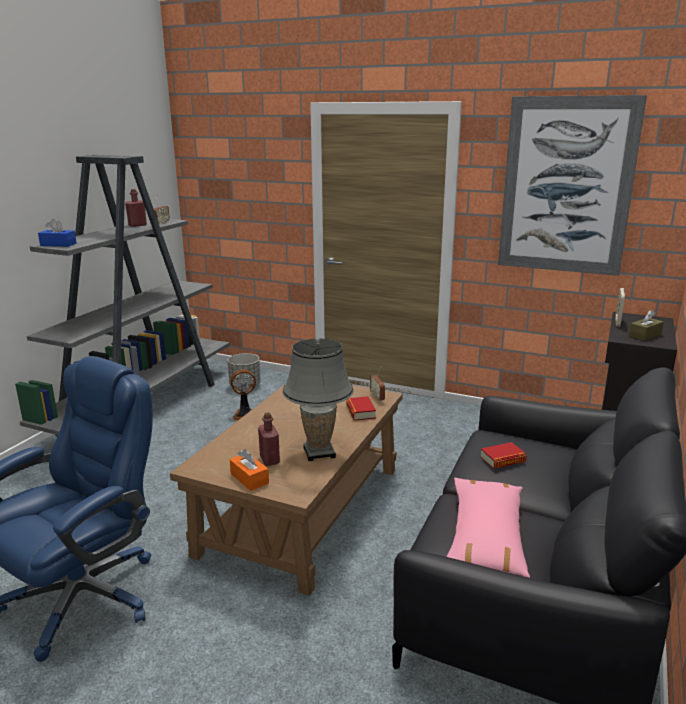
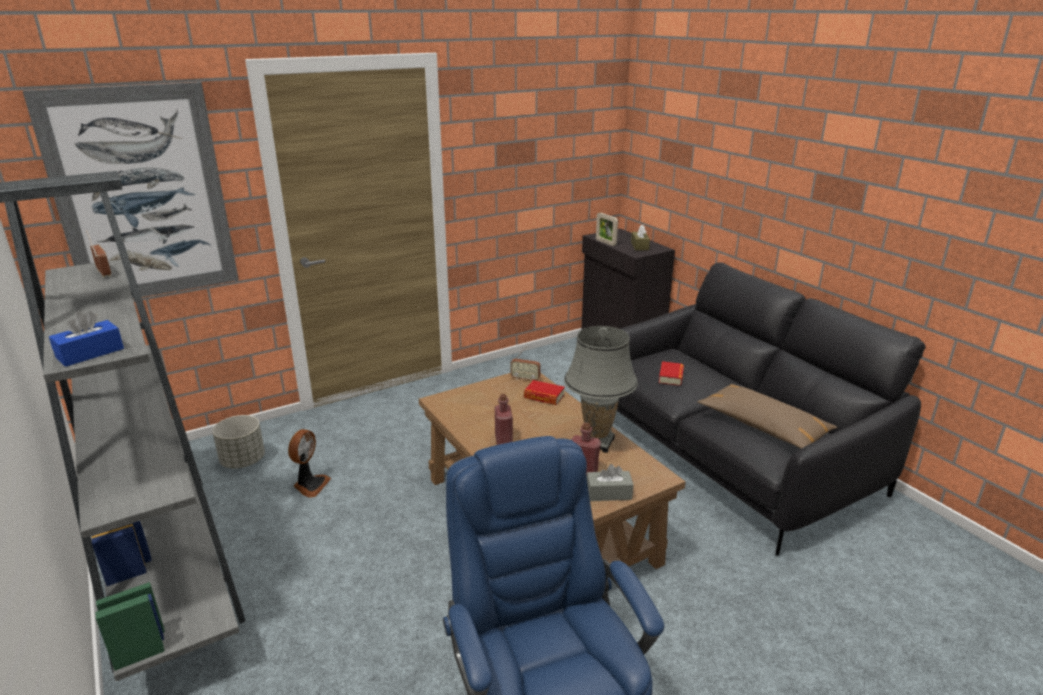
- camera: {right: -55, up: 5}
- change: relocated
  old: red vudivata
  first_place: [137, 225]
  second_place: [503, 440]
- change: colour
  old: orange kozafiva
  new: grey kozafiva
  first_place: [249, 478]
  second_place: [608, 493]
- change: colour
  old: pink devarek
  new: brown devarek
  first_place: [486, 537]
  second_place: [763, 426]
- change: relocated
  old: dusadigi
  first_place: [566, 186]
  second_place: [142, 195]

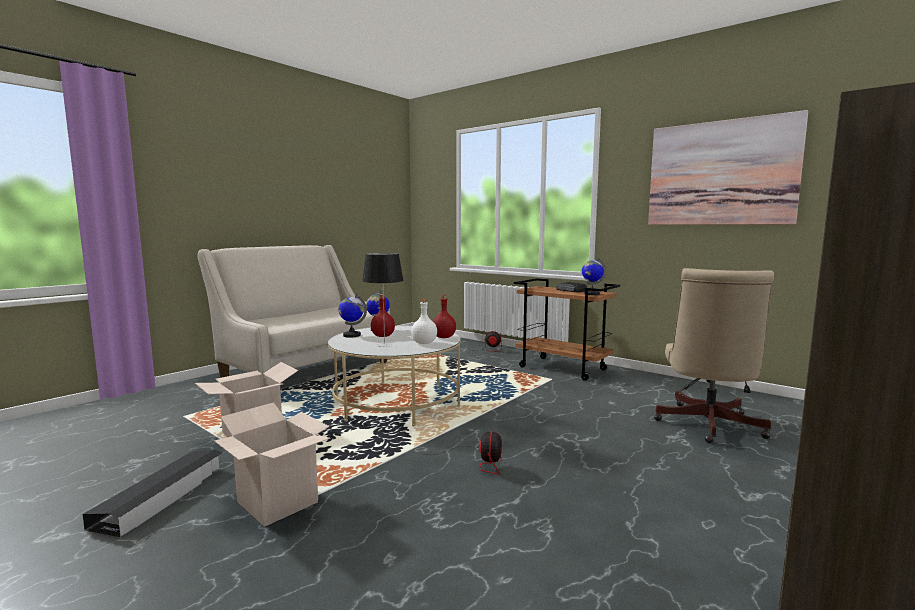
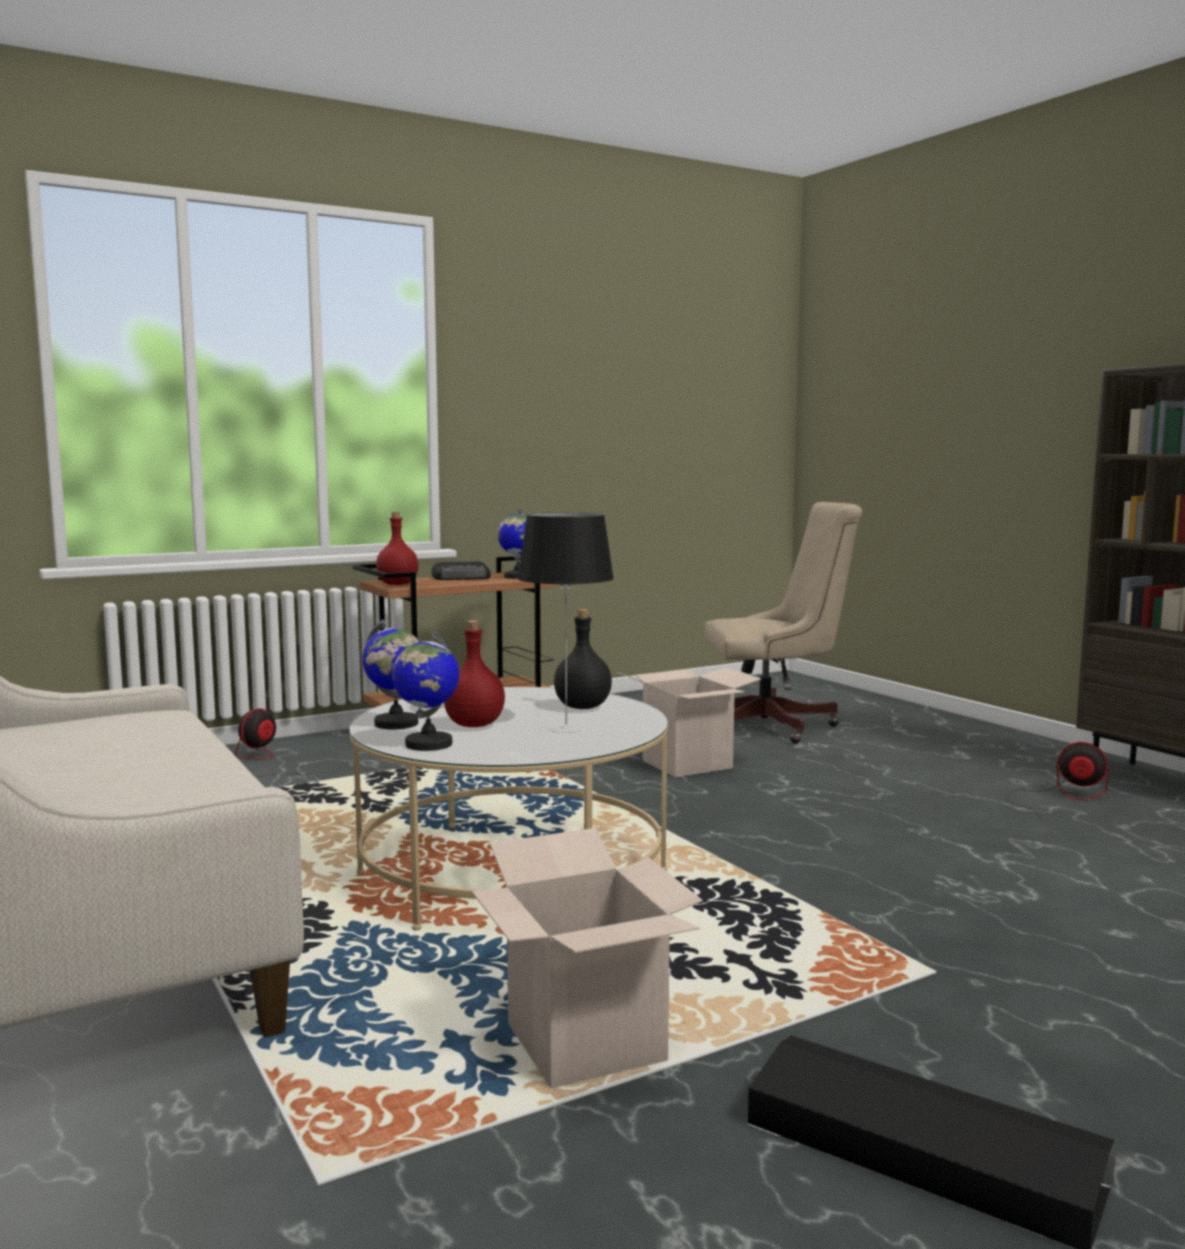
- camera: {right: -70, up: 0}
- change: relocated
  old: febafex
  first_place: [277, 502]
  second_place: [687, 764]
- change: colour
  old: white vudivata
  new: black vudivata
  first_place: [424, 343]
  second_place: [583, 707]
- change: relocated
  old: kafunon
  first_place: [479, 461]
  second_place: [1061, 797]
- change: relocated
  old: red vudivata
  first_place: [444, 337]
  second_place: [397, 584]
- change: missing
  old: dusadigi
  first_place: [720, 173]
- change: spun
  old: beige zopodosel
  first_place: [707, 426]
  second_place: [775, 726]
  degrees: -45

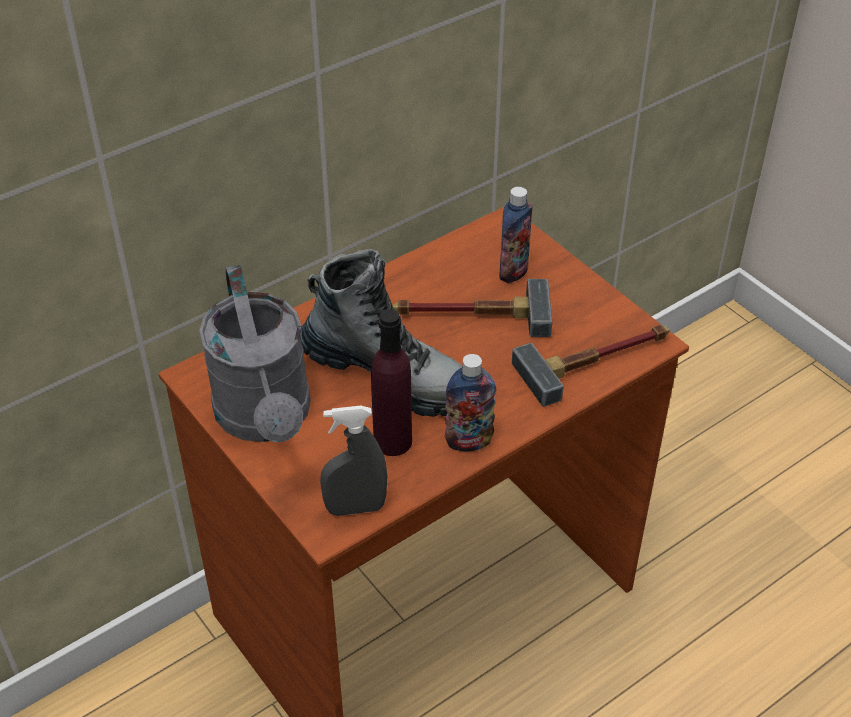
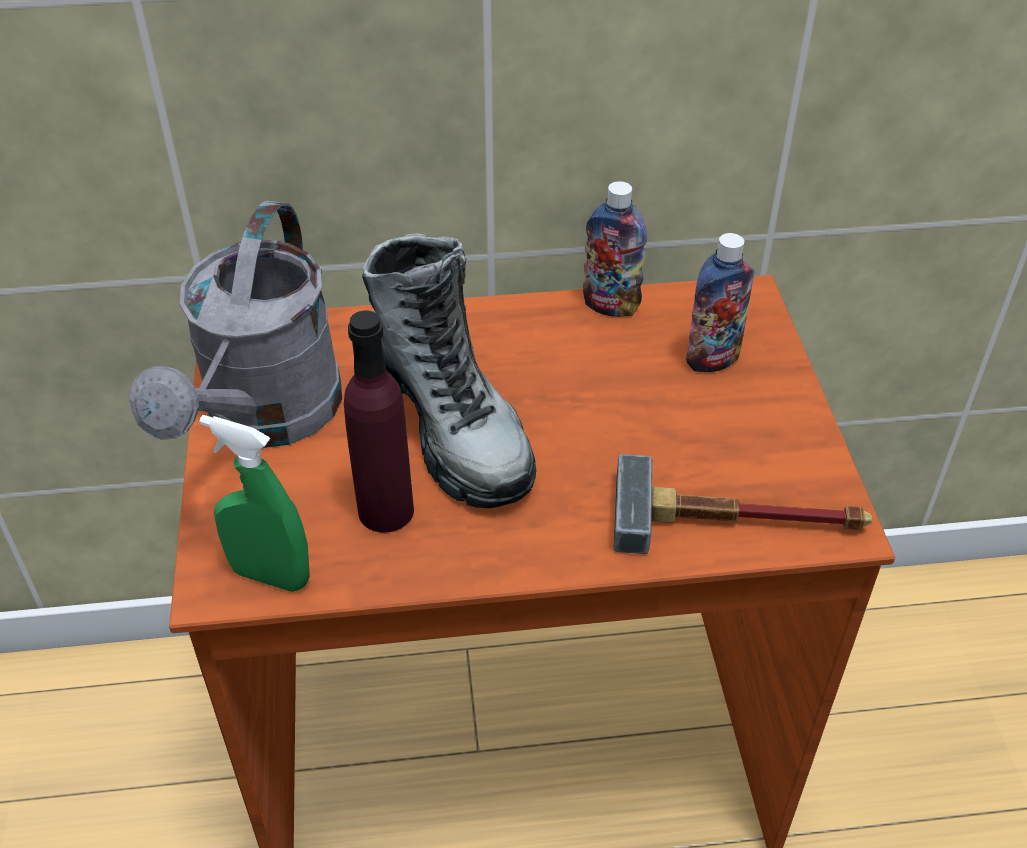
- camera: {right: 30, up: 0}
- change: colour
  old: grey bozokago
  new: green bozokago
  first_place: [355, 508]
  second_place: [270, 575]
- change: missing
  old: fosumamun
  first_place: [470, 315]
- change: relocated
  old: vudivata
  first_place: [469, 441]
  second_place: [611, 306]

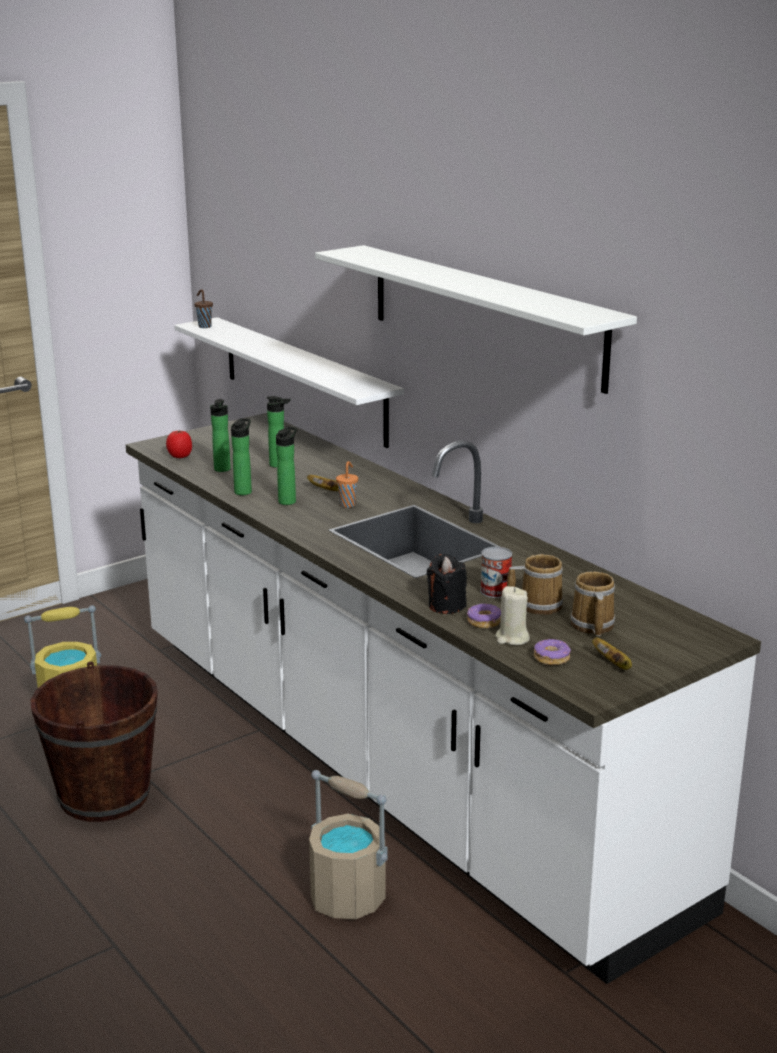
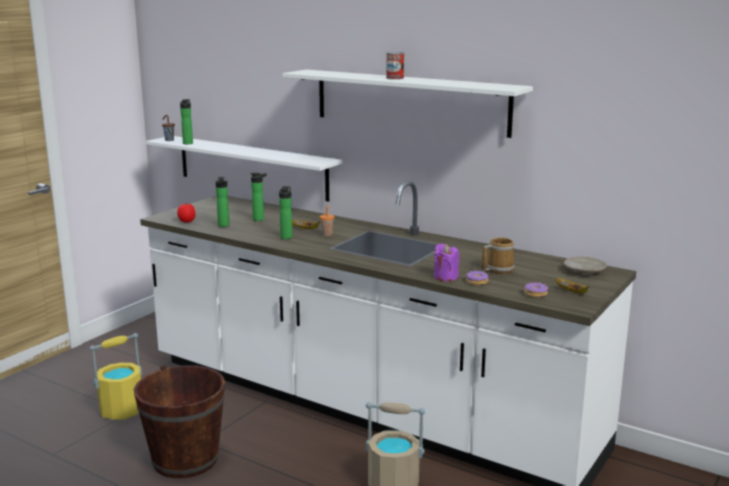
- camera: {right: -20, up: -5}
- change: relocated
  old: vudivata
  first_place: [244, 491]
  second_place: [188, 143]
- change: colour
  old: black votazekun
  new: purple votazekun
  first_place: [446, 605]
  second_place: [445, 277]
- change: relocated
  old: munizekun
  first_place: [495, 591]
  second_place: [395, 78]
- change: missing
  old: beige votazekun
  first_place: [512, 638]
- change: missing
  old: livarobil
  first_place: [591, 626]
- change: appeared
  new: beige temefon
  second_place: [584, 271]

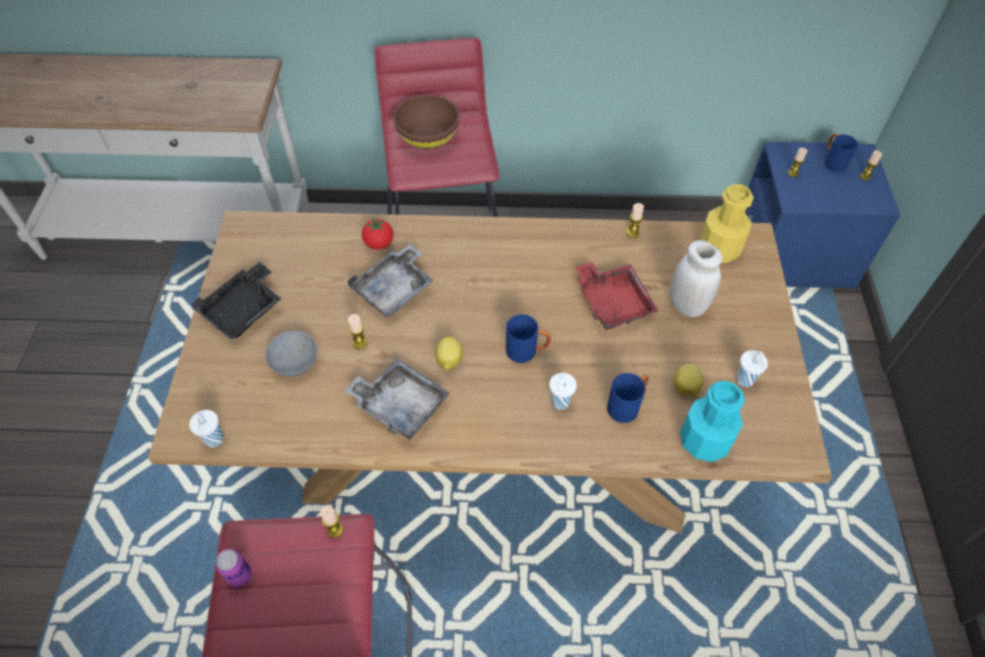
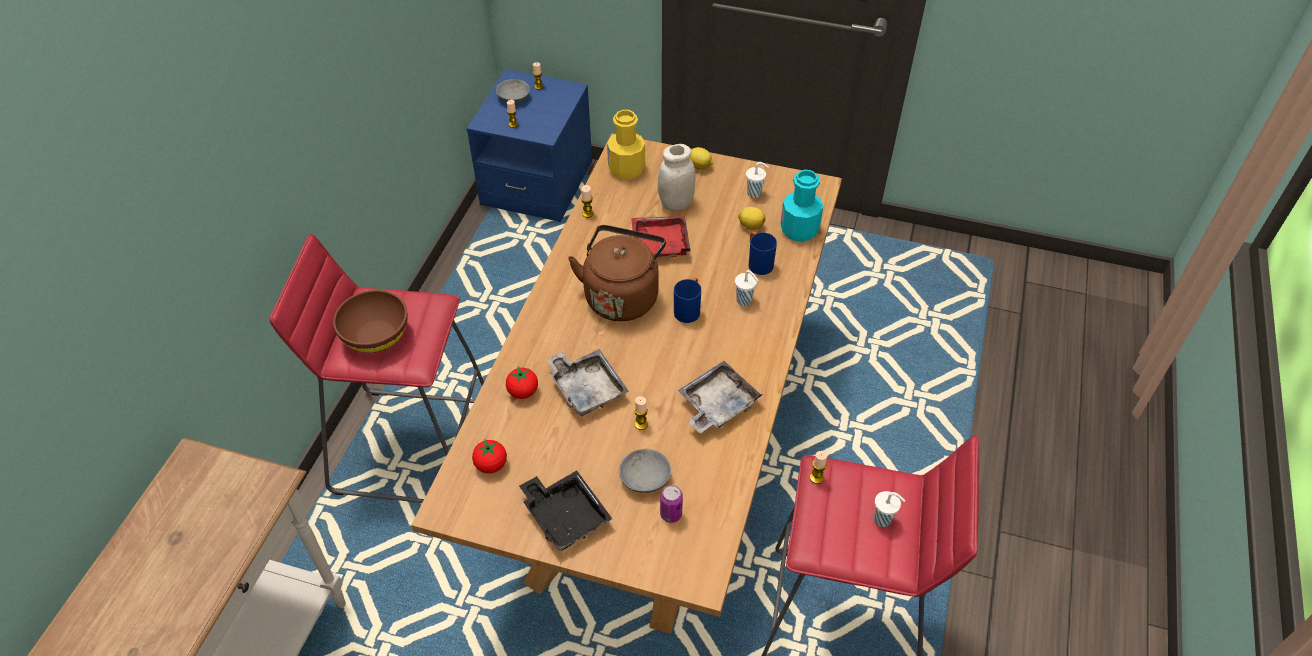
- camera: {right: -75, up: -5}
- change: relocated
  old: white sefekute
  first_place: [214, 440]
  second_place: [883, 520]
- change: relocated
  old: munizekun
  first_place: [240, 575]
  second_place: [671, 514]
- change: relocated
  old: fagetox
  first_place: [449, 361]
  second_place: [700, 167]
- change: exchanged
  old: blue livarobil
  new: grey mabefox
  first_place: [832, 162]
  second_place: [513, 98]
- change: appeared
  new: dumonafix
  second_place: [491, 465]
- change: appeared
  new: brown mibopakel
  second_place: [622, 295]

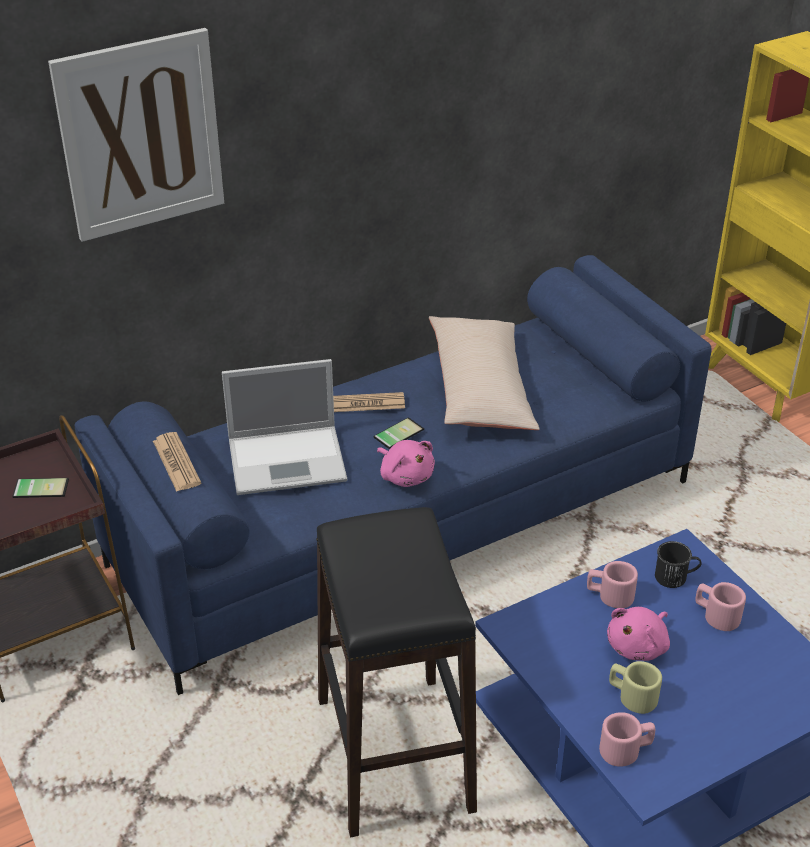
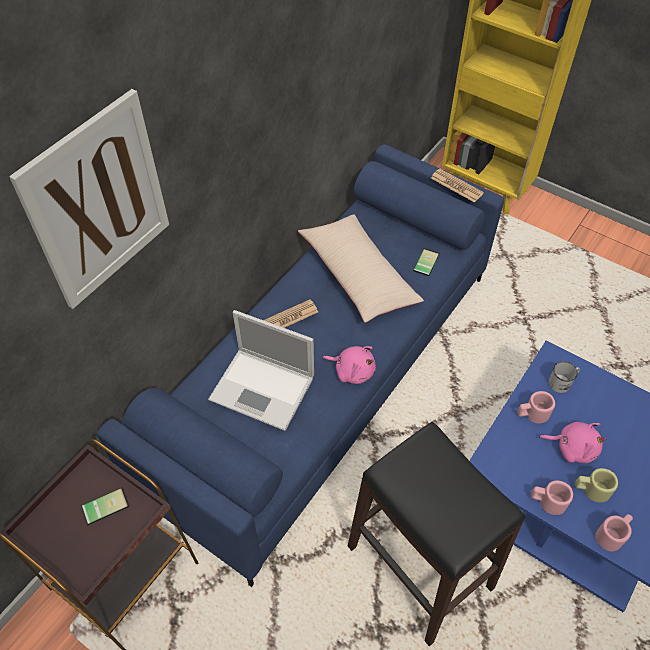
- camera: {right: -25, up: 15}
- change: relocated
  old: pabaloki
  first_place: [176, 462]
  second_place: [456, 186]
- change: spun
  old: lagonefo
  first_place: [289, 459]
  second_place: [264, 389]
  degrees: 60
- change: relocated
  old: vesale
  first_place: [397, 432]
  second_place: [424, 261]
- change: spun
  old: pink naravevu
  first_place: [639, 646]
  second_place: [572, 448]
  degrees: -90
- change: colour
  old: black livarobil
  new: white livarobil
  first_place: [675, 577]
  second_place: [562, 382]
- change: relocated
  old: pink livarobil
  first_place: [716, 615]
  second_place: [547, 501]

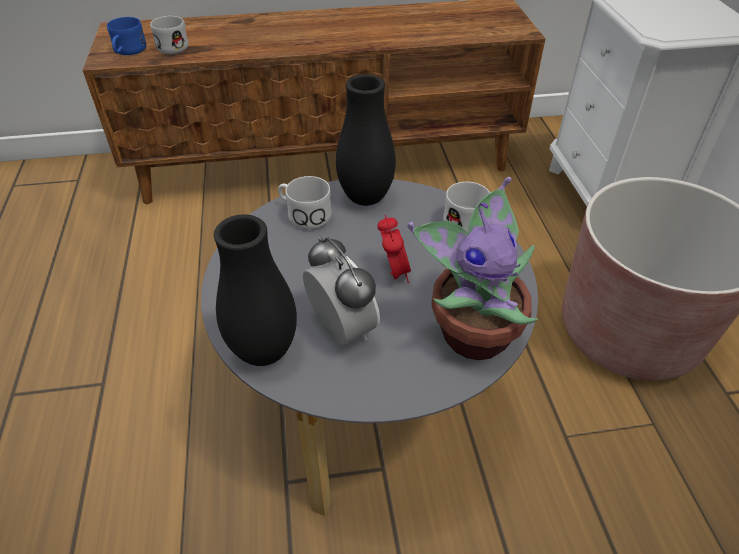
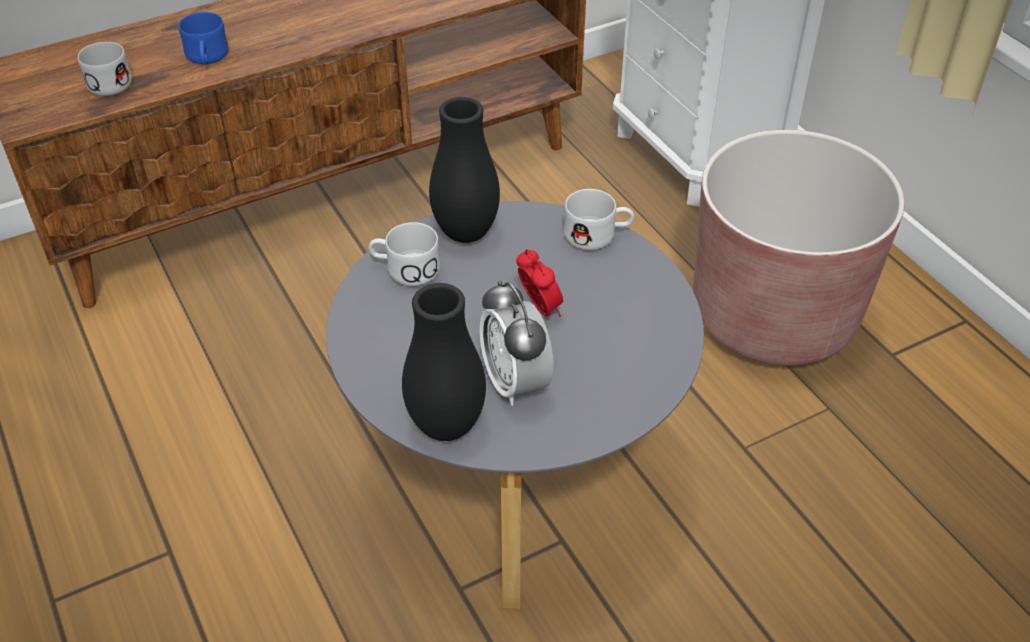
- camera: {right: -20, up: 0}
- change: relocated
  old: blue livarobil
  first_place: [128, 52]
  second_place: [207, 58]
- change: spun
  old: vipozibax
  first_place: [342, 329]
  second_place: [515, 382]
  degrees: -150
- change: missing
  old: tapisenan
  first_place: [471, 331]

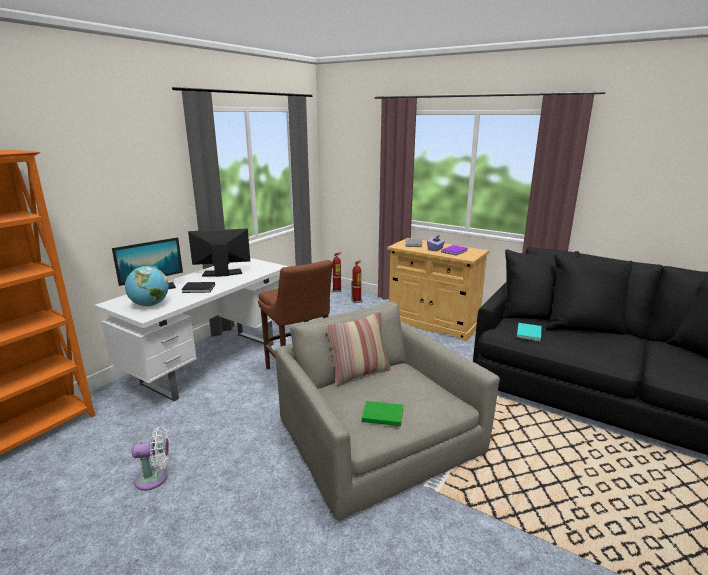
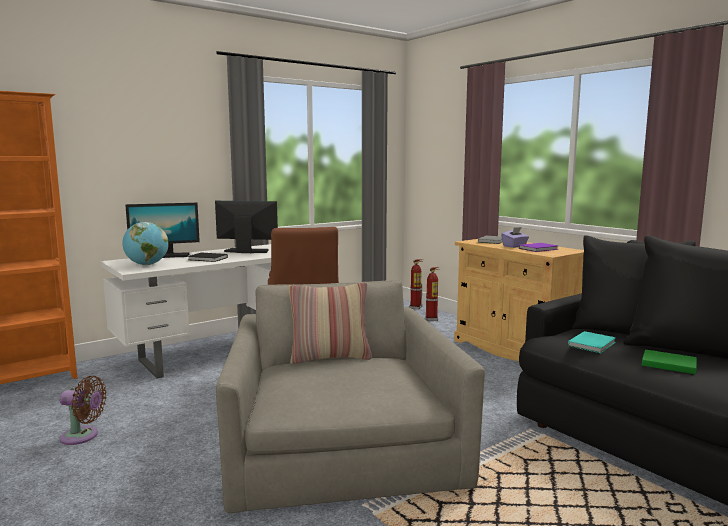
- camera: {right: 20, up: -10}
- change: colour
  old: white kafunon
  new: brown kafunon
  first_place: [155, 478]
  second_place: [83, 436]
- change: relocated
  old: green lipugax
  first_place: [381, 414]
  second_place: [667, 363]

